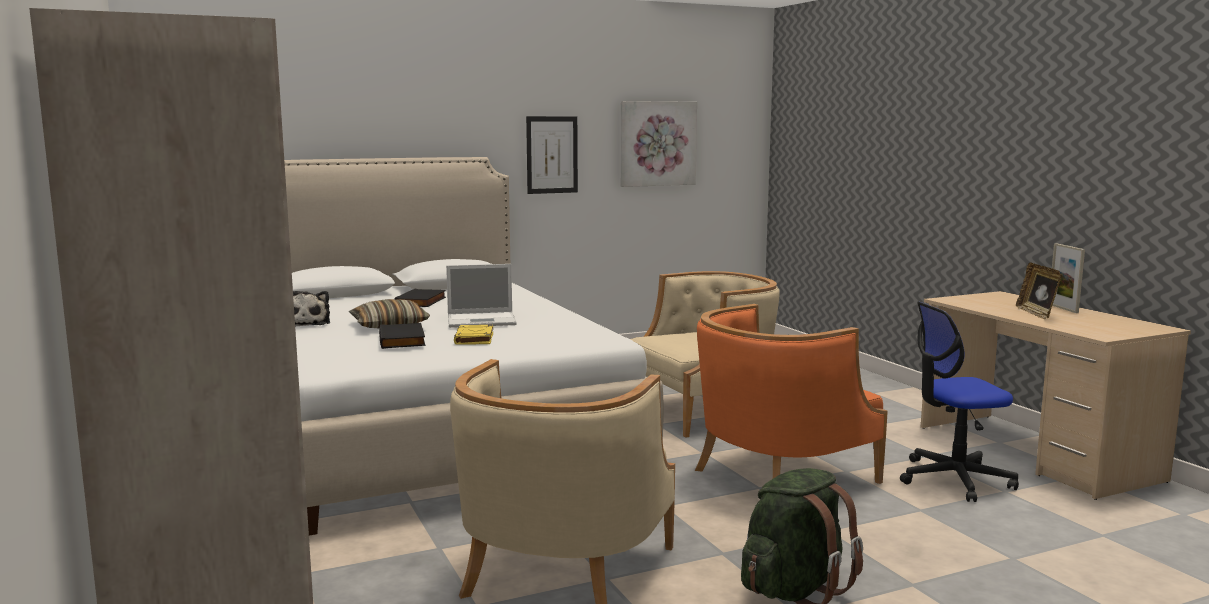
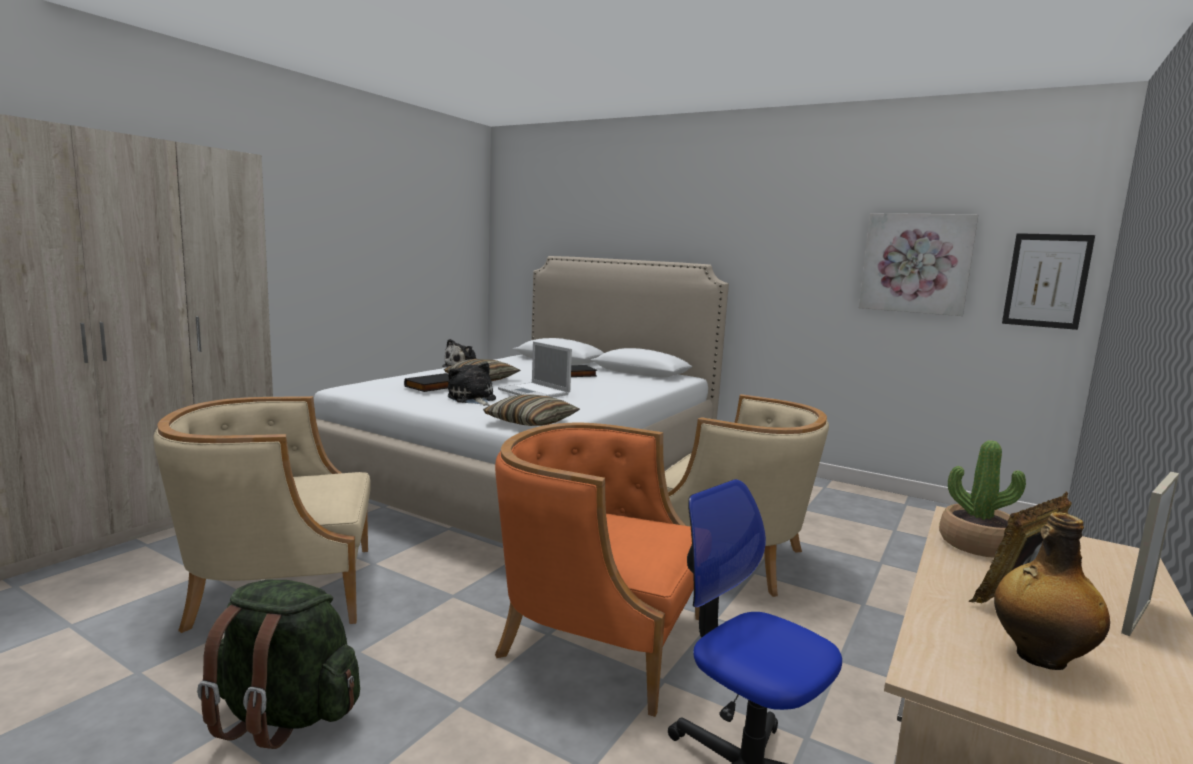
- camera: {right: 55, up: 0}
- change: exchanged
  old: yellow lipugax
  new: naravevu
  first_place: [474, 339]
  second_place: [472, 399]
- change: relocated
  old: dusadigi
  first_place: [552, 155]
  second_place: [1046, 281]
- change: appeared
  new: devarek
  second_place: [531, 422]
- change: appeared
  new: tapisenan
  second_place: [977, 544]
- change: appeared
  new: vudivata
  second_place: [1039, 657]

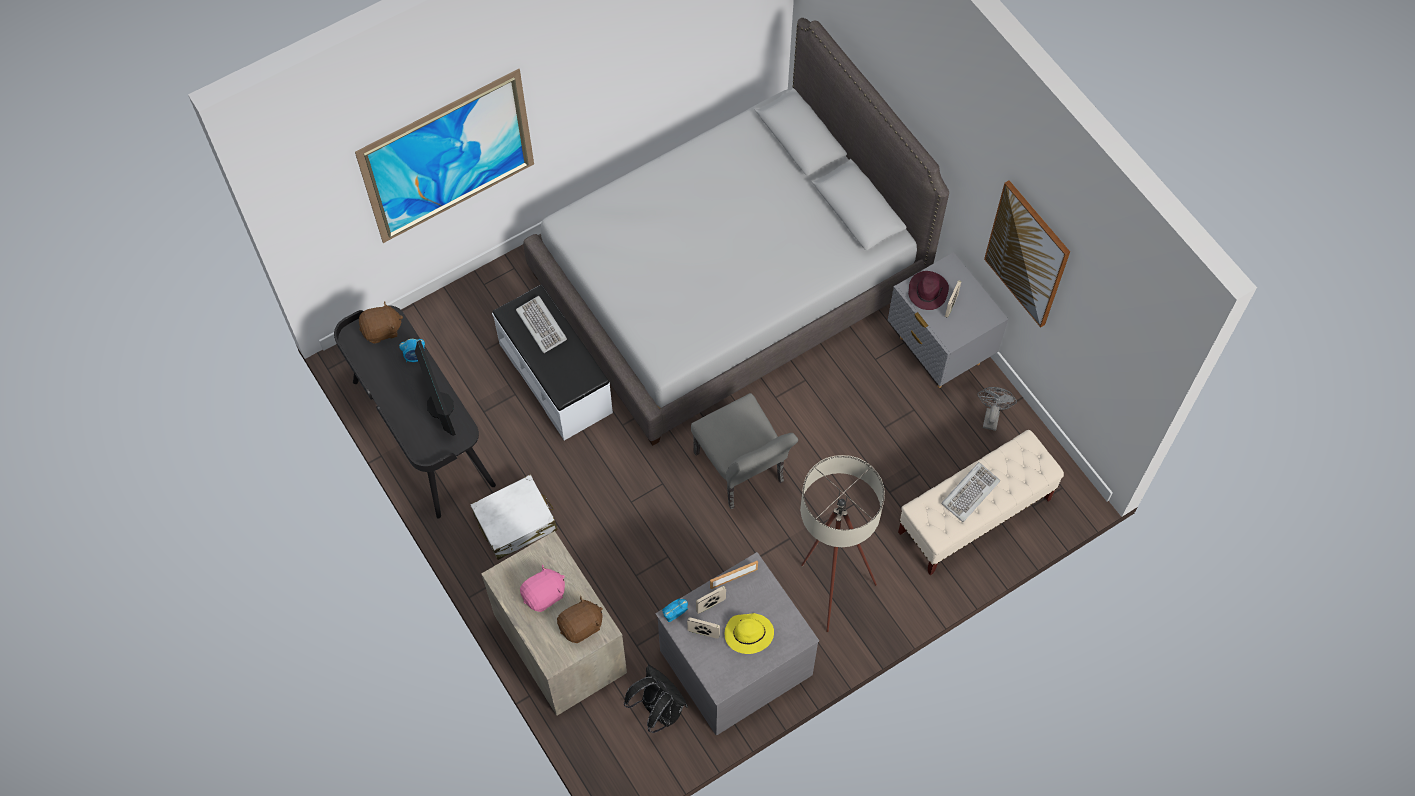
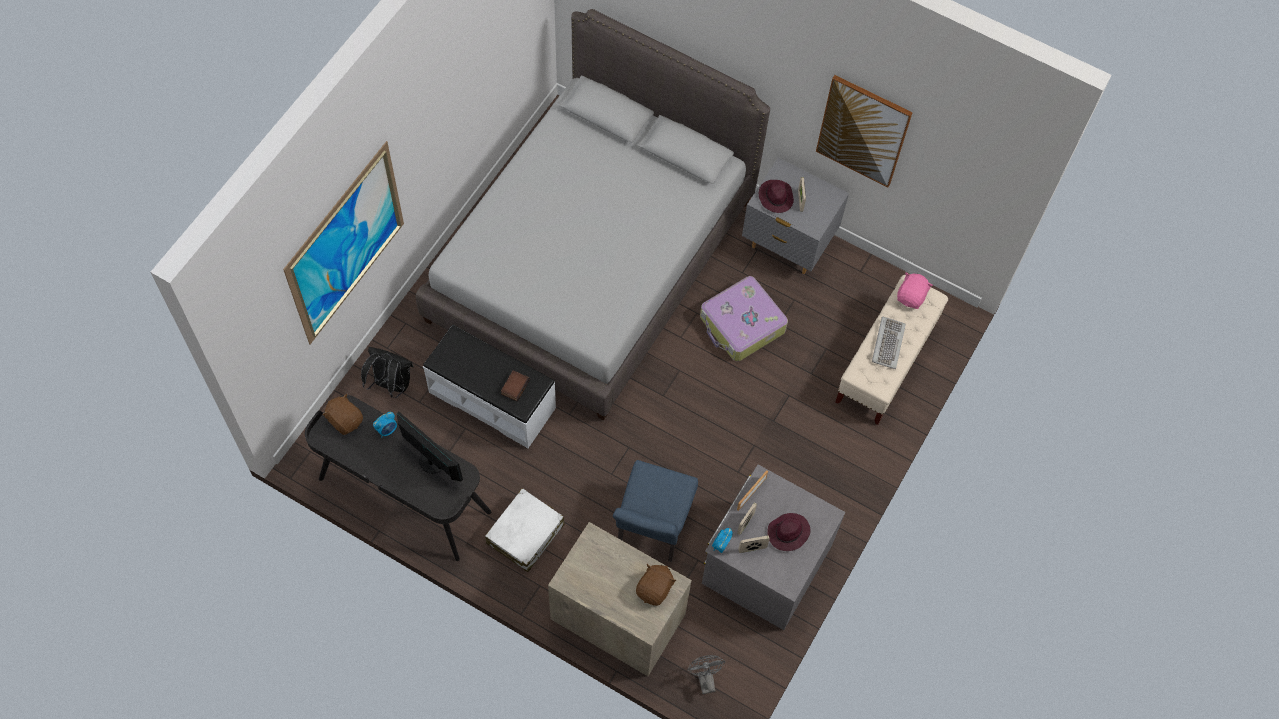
- camera: {right: -30, up: 0}
- change: spun
  old: brown naravevu
  first_place: [382, 330]
  second_place: [345, 420]
  degrees: -90
- change: missing
  old: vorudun
  first_place: [542, 325]
- change: relocated
  old: pink naravevu
  first_place: [544, 595]
  second_place: [911, 297]
- change: relocated
  old: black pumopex
  first_place: [658, 709]
  second_place: [391, 384]
- change: missing
  old: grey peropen
  first_place: [742, 473]
- change: colour
  old: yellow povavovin
  new: purple povavovin
  first_place: [748, 634]
  second_place: [787, 533]
- change: missing
  old: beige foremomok
  first_place: [828, 587]
- change: relocated
  old: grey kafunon
  first_place: [991, 416]
  second_place: [705, 678]
- change: appeared
  new: lipugax
  second_place: [514, 386]
- change: appeared
  new: blue peropen
  second_place: [651, 529]
- change: appeared
  new: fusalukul
  second_place: [742, 325]

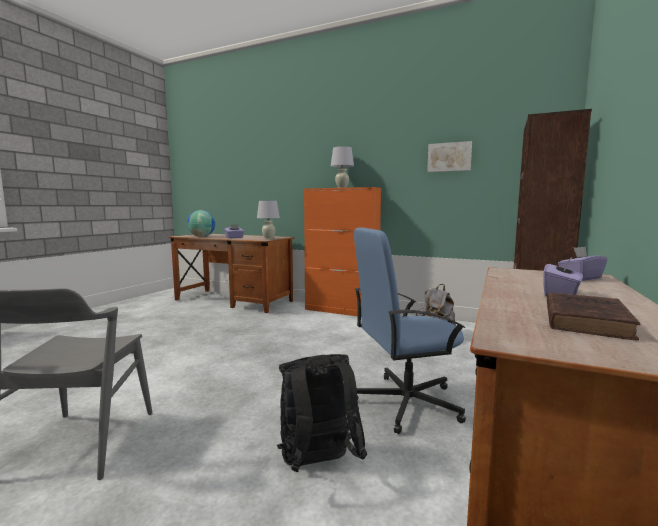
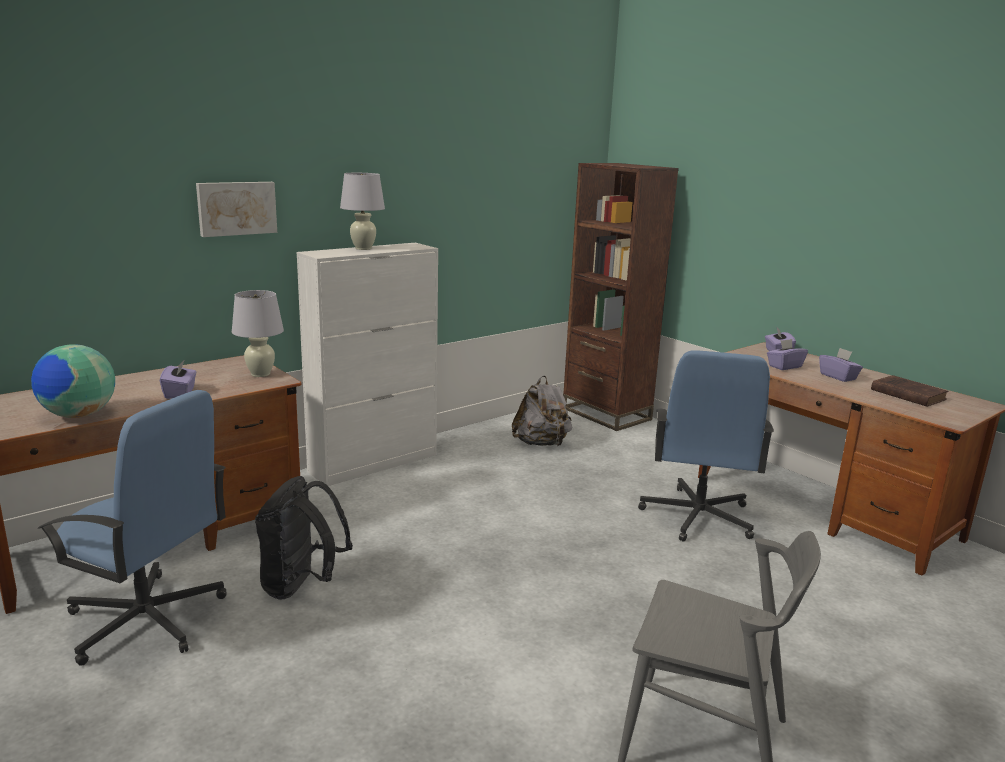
- camera: {right: -65, up: 10}
- change: relocated
  old: black pumopex
  first_place: [317, 465]
  second_place: [301, 586]
- change: colour
  old: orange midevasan
  new: white midevasan
  first_place: [341, 311]
  second_place: [374, 463]
- change: relocated
  old: dusadigi
  first_place: [449, 157]
  second_place: [236, 208]
- change: appeared
  new: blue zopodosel
  second_place: [147, 620]
- change: appeared
  new: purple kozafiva
  second_place: [784, 366]

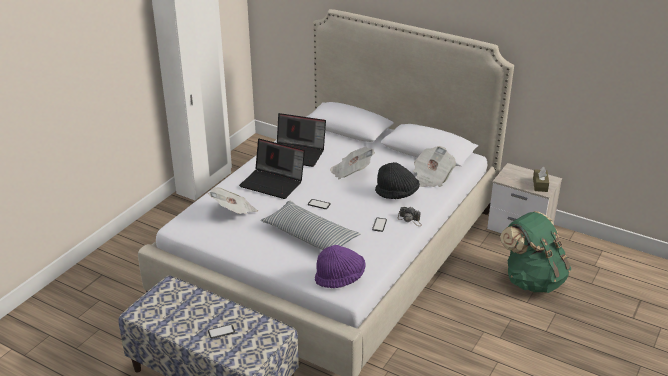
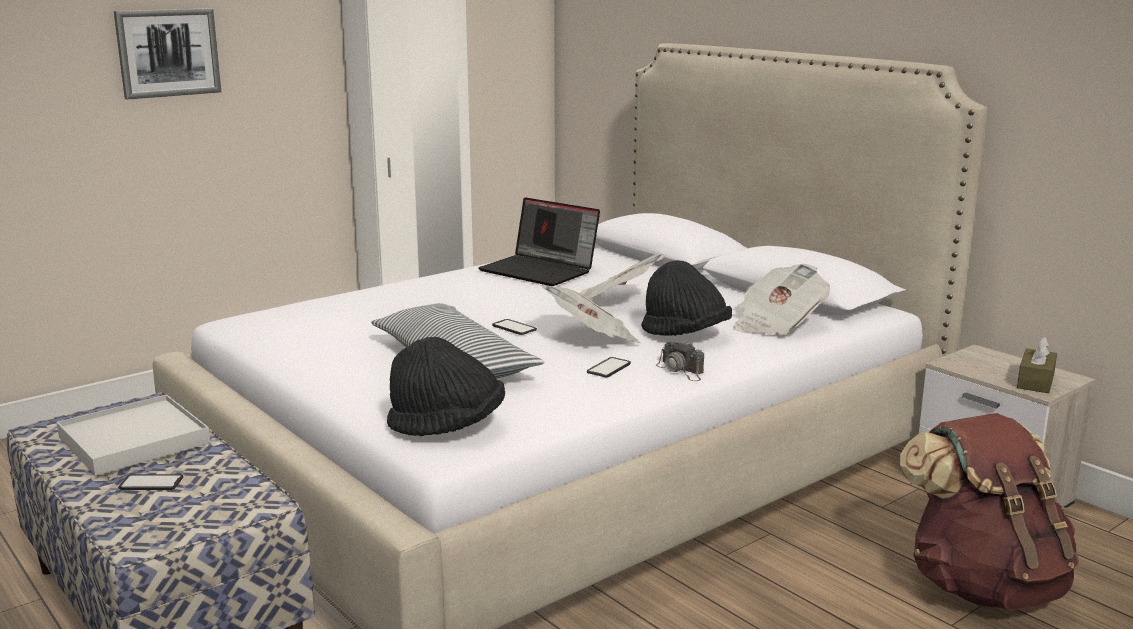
- camera: {right: 20, up: -15}
- change: relocated
  old: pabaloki
  first_place: [234, 211]
  second_place: [592, 339]
- change: missing
  old: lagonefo
  first_place: [273, 183]
- change: colour
  old: purple povavovin
  new: black povavovin
  first_place: [340, 278]
  second_place: [448, 427]
- change: colour
  old: green pumopex
  new: brown pumopex
  first_place: [532, 280]
  second_place: [983, 585]
- change: appeared
  new: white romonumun
  second_place: [133, 440]
- change: appeared
  new: dusadigi
  second_place: [168, 52]

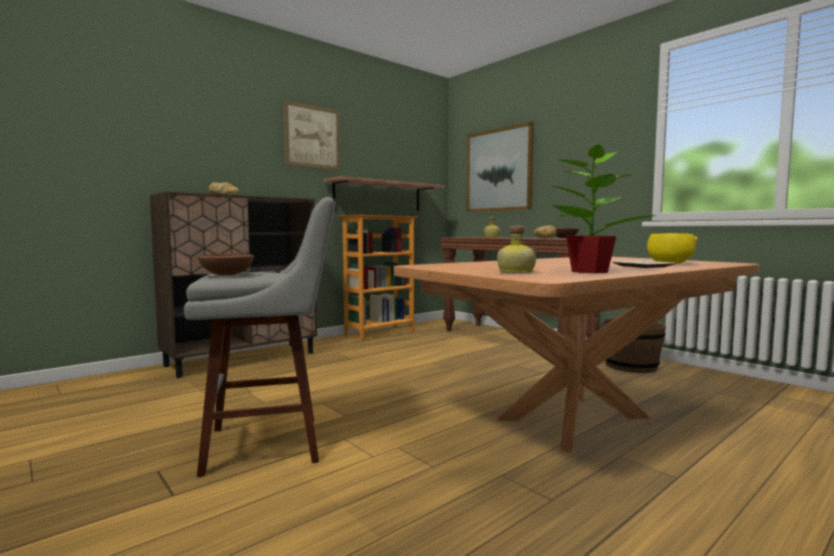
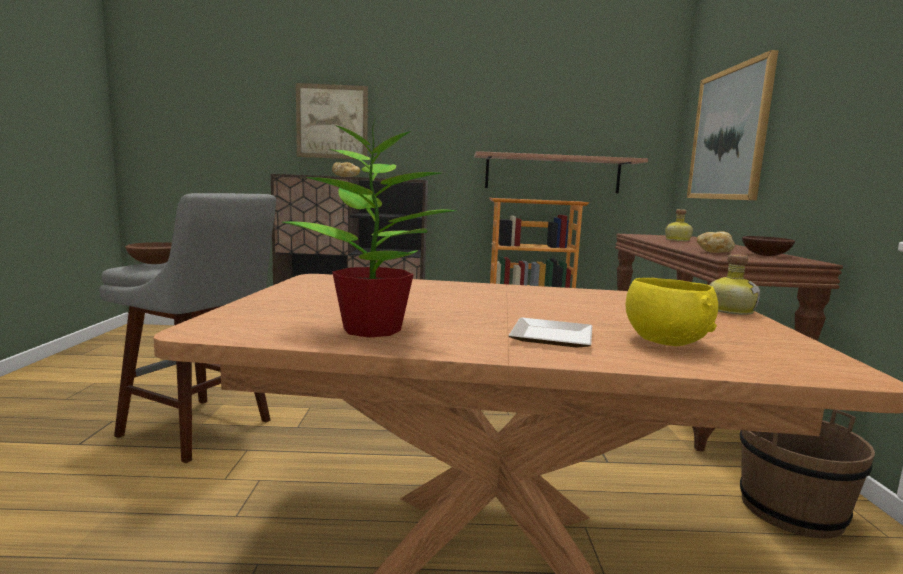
- camera: {right: 40, up: 5}
- change: relocated
  old: dusadigi
  first_place: [312, 137]
  second_place: [332, 122]
- change: relocated
  old: vudivata
  first_place: [515, 272]
  second_place: [729, 310]

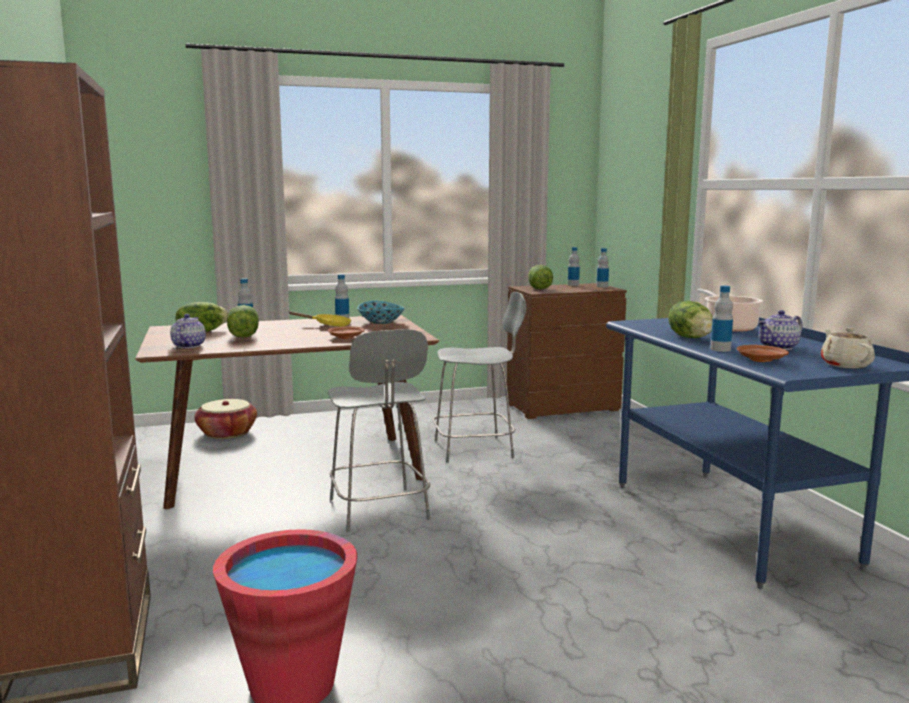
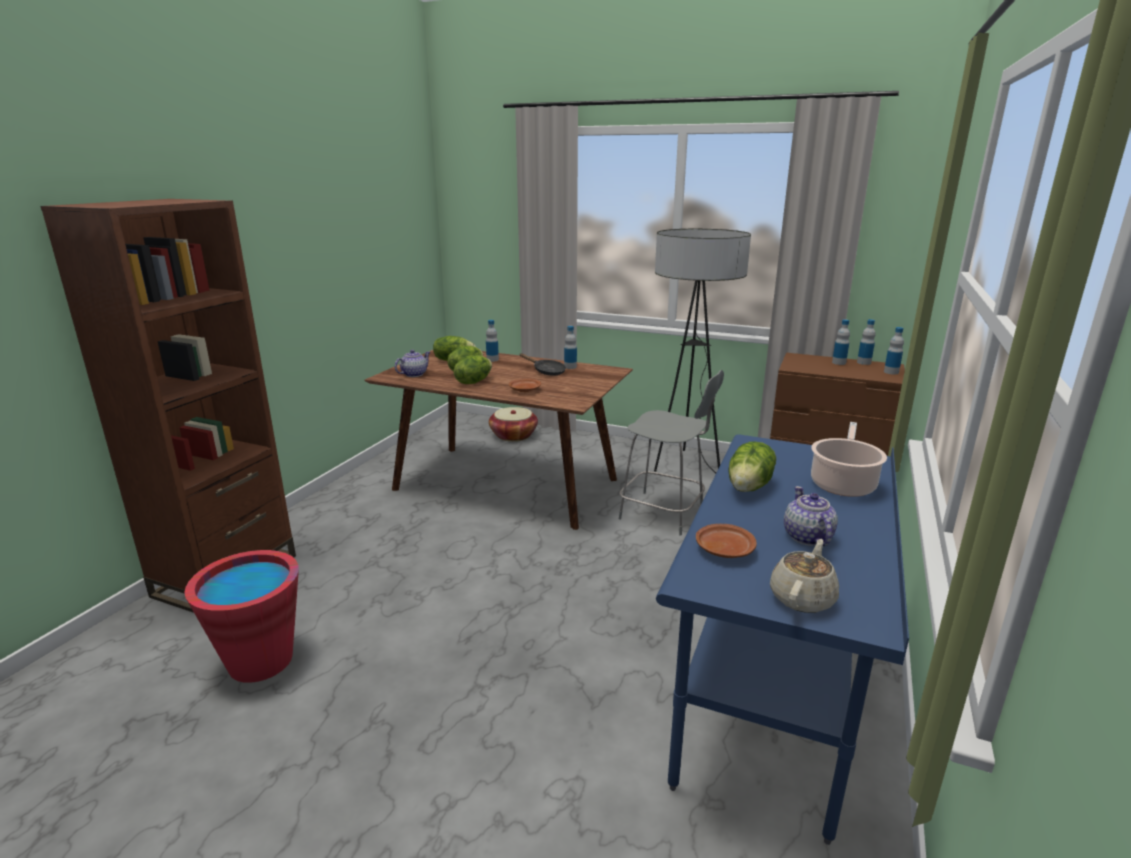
- camera: {right: 40, up: 10}
- change: colour
  old: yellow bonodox
  new: black bonodox
  first_place: [329, 325]
  second_place: [546, 371]
- change: missing
  old: grey peropen
  first_place: [379, 511]
- change: missing
  old: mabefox
  first_place: [380, 322]
- change: relocated
  old: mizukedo
  first_place: [538, 288]
  second_place: [473, 382]
- change: relocated
  old: vudivata
  first_place: [720, 349]
  second_place: [839, 363]
- change: spun
  old: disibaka
  first_place: [779, 347]
  second_place: [807, 537]
  degrees: 75
- change: appeared
  new: foremomok
  second_place: [688, 471]

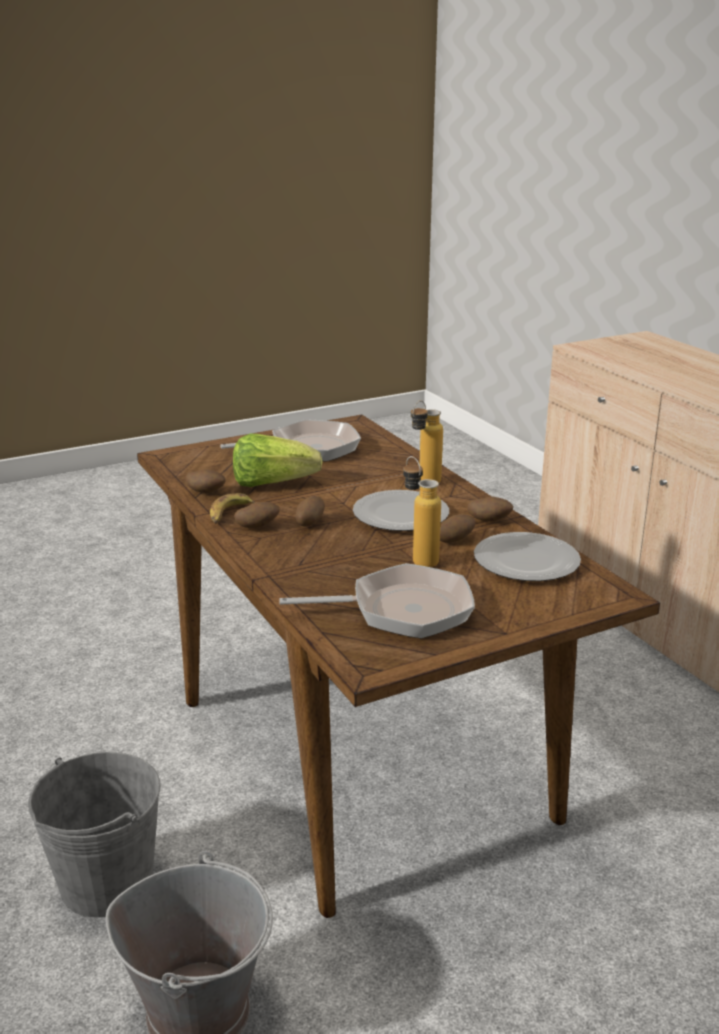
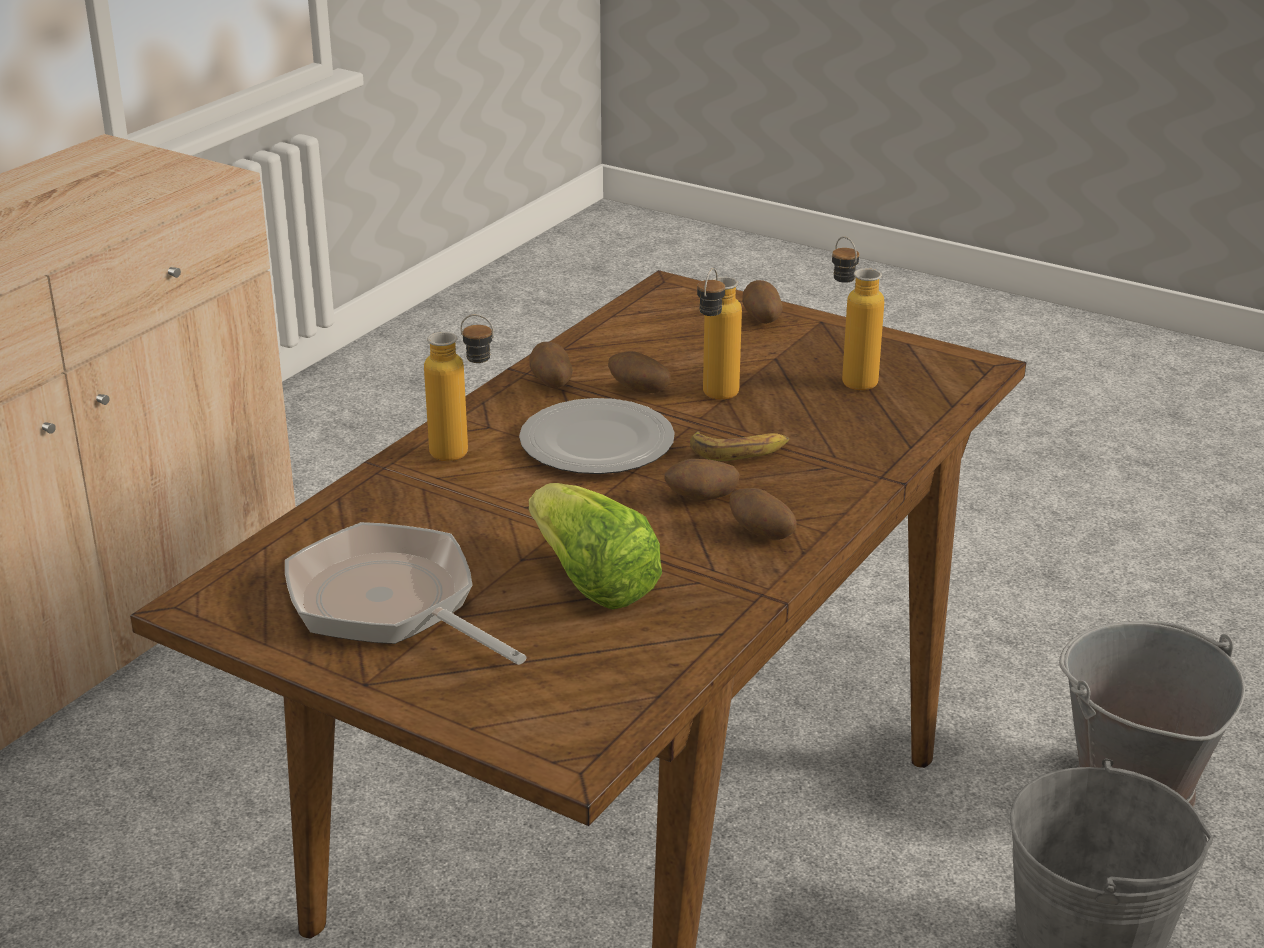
- camera: {right: -120, up: 5}
- change: relocated
  old: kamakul
  first_place: [206, 492]
  second_place: [761, 319]
- change: relocated
  old: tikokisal
  first_place: [229, 514]
  second_place: [739, 451]
- change: exchanged
  old: bonodox
  new: vudivata
  first_place: [401, 610]
  second_place: [849, 378]
- change: missing
  old: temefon
  first_place: [525, 560]

